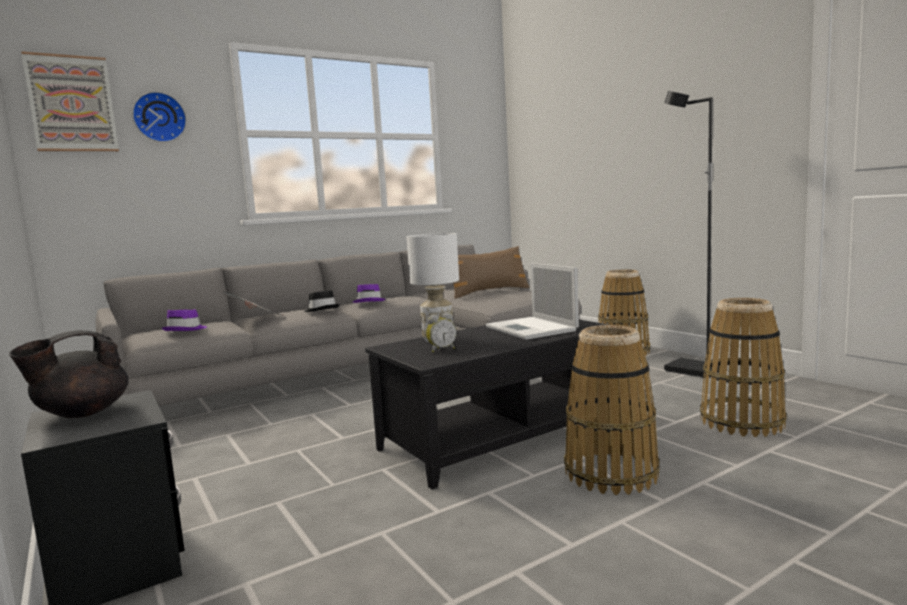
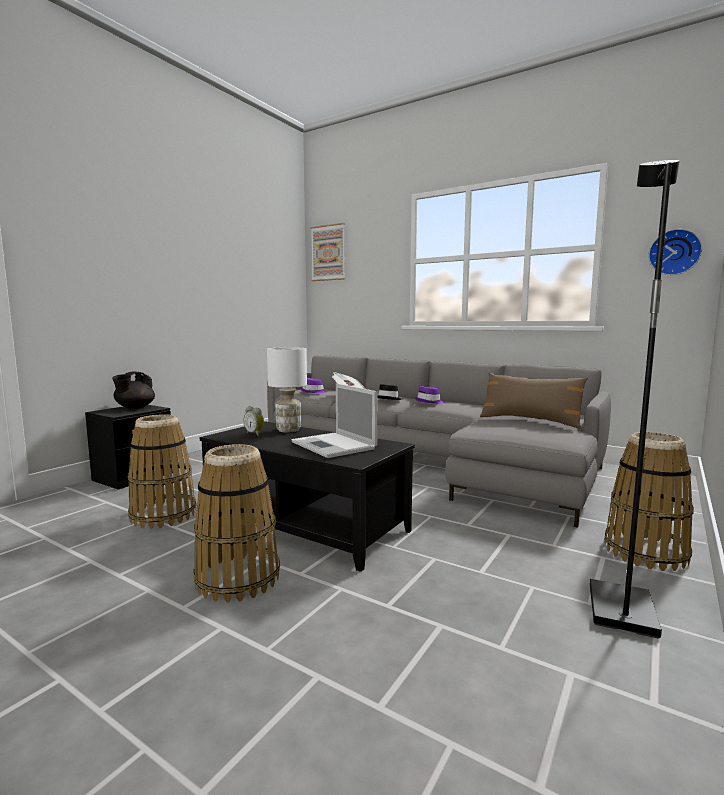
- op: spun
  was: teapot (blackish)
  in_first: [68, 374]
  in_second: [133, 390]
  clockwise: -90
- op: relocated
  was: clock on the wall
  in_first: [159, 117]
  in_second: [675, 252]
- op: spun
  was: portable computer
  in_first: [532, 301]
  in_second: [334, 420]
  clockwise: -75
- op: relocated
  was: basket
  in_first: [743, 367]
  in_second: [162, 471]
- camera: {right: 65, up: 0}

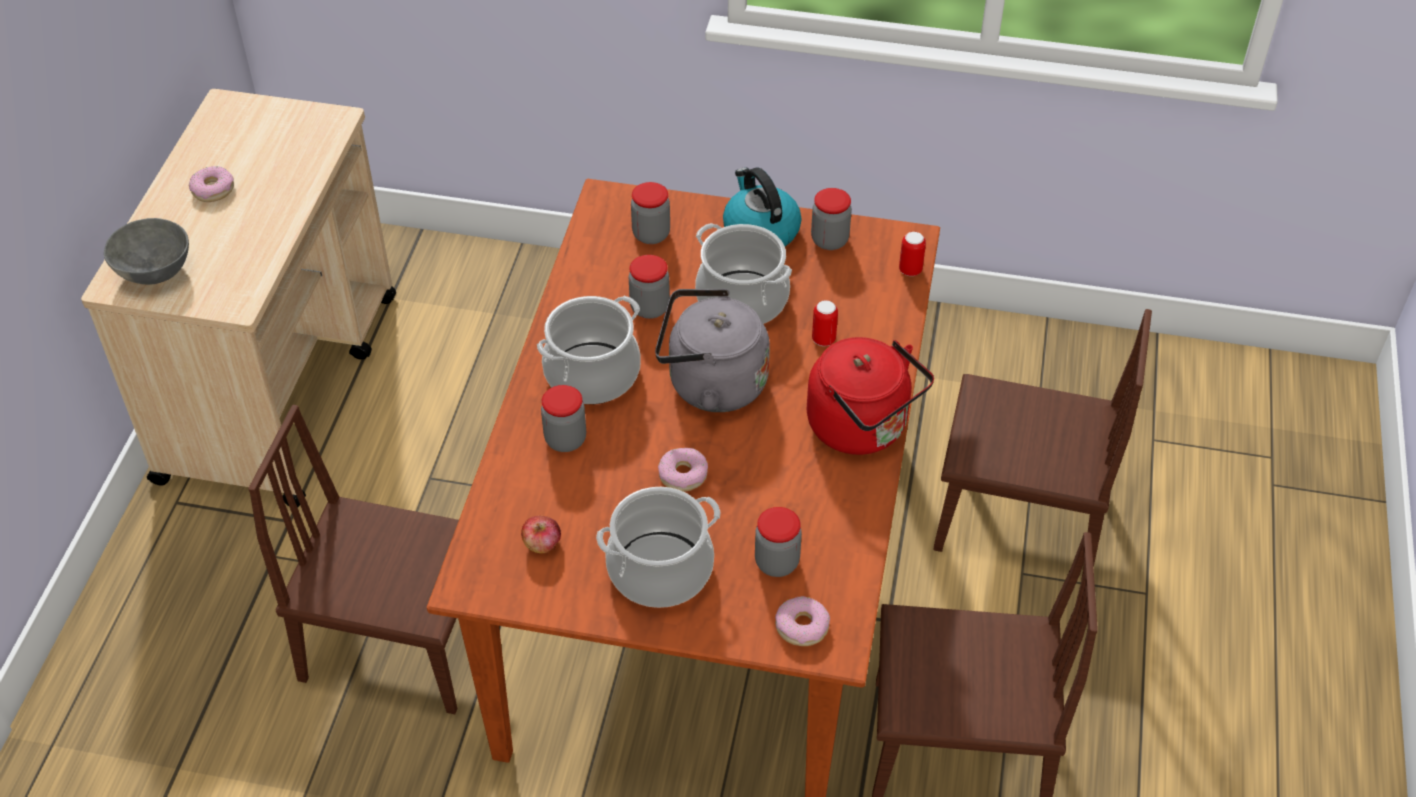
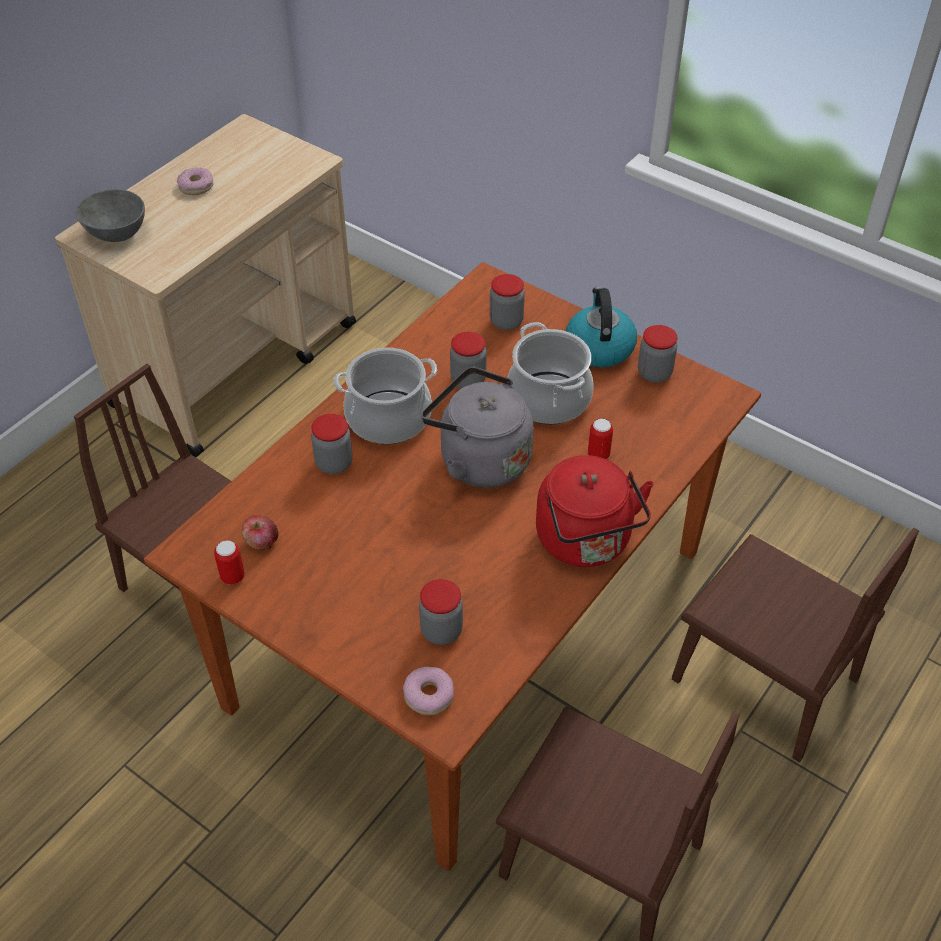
- op: missing
  was: cooking pot
  in_first: [658, 547]
- op: missing
  was: donut
  in_first: [683, 470]
- op: relocated
  was: sealed can
  in_first: [912, 254]
  in_second: [229, 562]
- camera: {right: 25, up: 0}

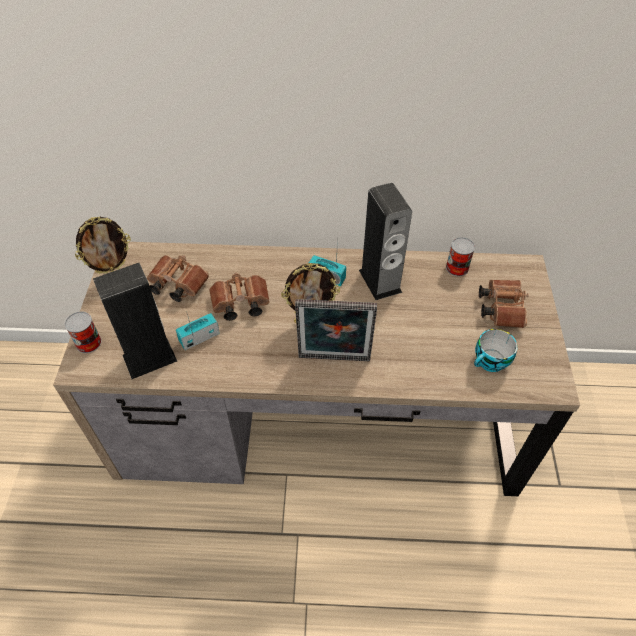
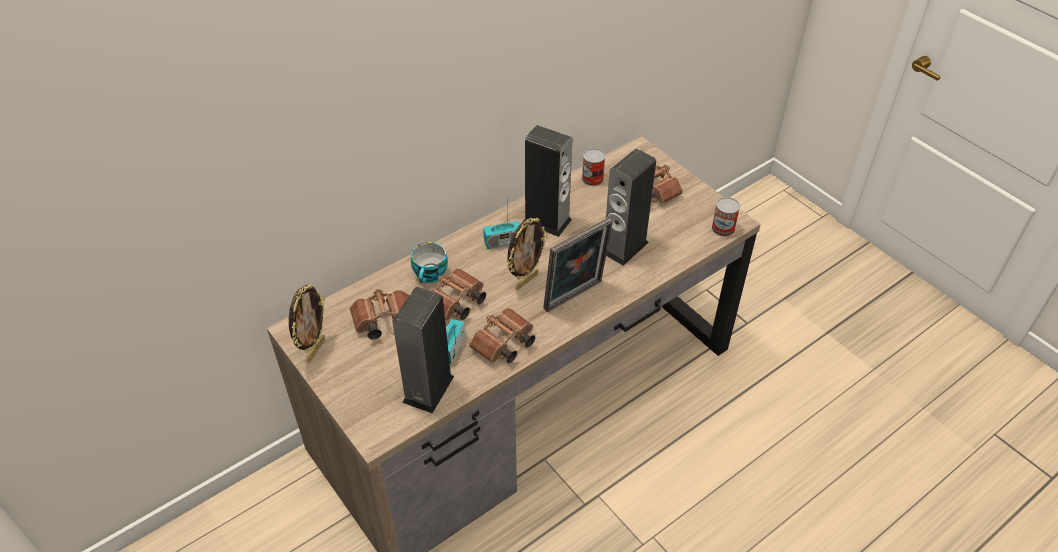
- op: relocated
  was: sealed can
  in_first: [83, 332]
  in_second: [726, 217]
- op: relocated
  was: drinking cup
  in_first: [496, 350]
  in_second: [429, 262]
- op: appeared
  now: pair of binoculars (brown)
  in_second: [502, 335]
- op: appeared
  now: audio speaker
  in_second: [631, 207]
- camera: {right: -40, up: -5}

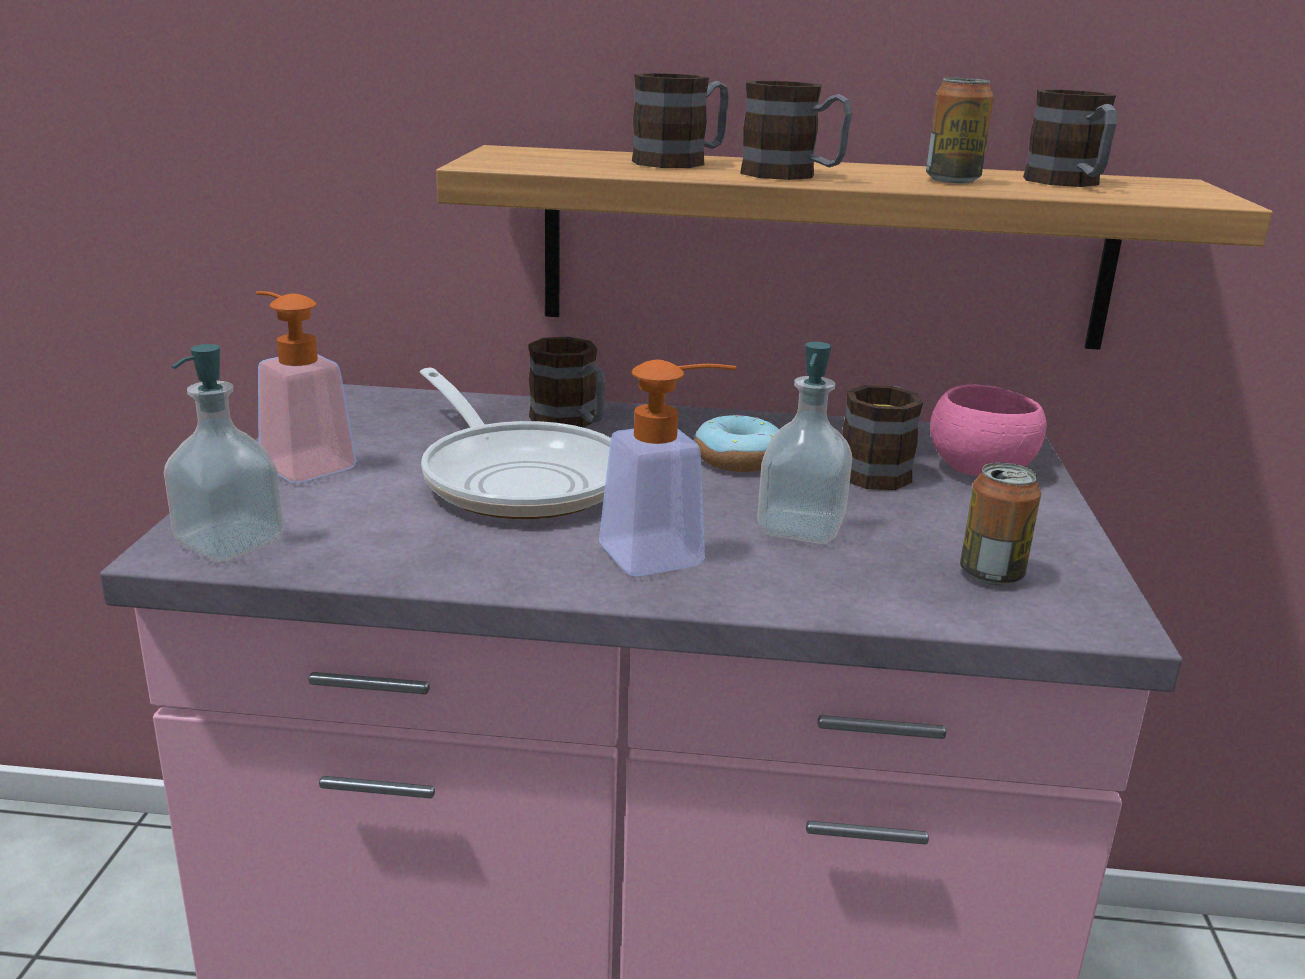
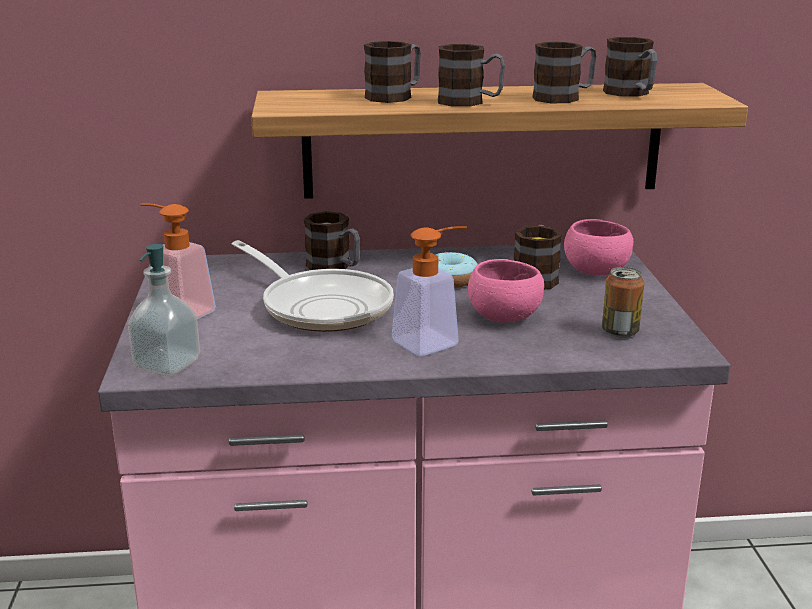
- op: exchanged
  was: soap bottle
  now: deep dish (pink-coloured)
  in_first: [804, 443]
  in_second: [506, 291]
- op: exchanged
  was: sealed can
  now: mug
  in_first: [960, 130]
  in_second: [564, 72]
- camera: {right: -10, up: 0}

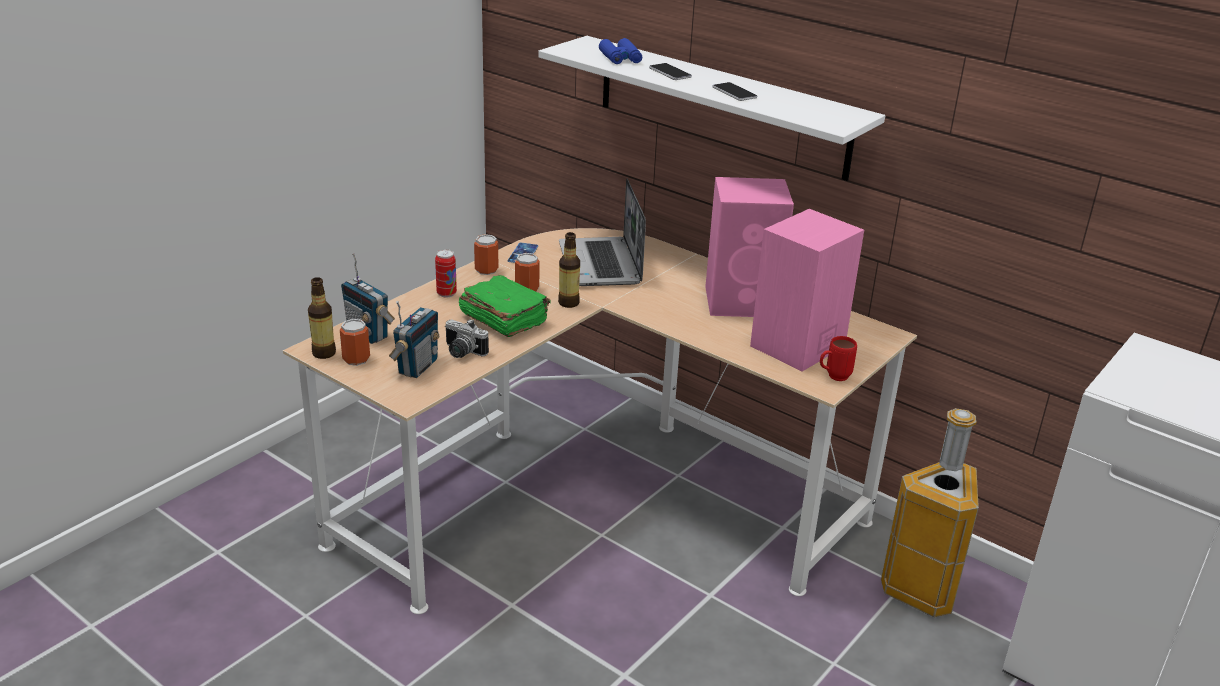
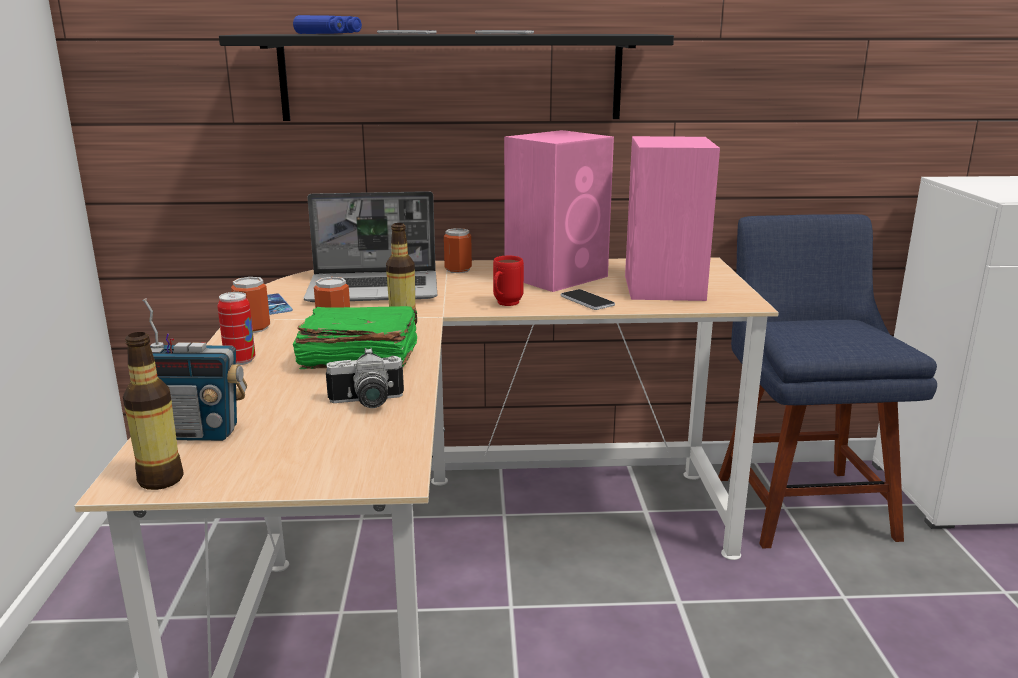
- op: relocated
  was: sealed can
  in_first: [355, 342]
  in_second: [458, 250]
- op: missing
  was: radio set
  in_first: [414, 339]
- op: colour
  was: wall shelf (whitish)
  now: wall shelf (blackish)
  in_first: [711, 108]
  in_second: [446, 77]
- op: spun
  was: portable computer
  in_first: [602, 232]
  in_second: [371, 246]
  clockwise: -45
- op: relocated
  was: mug (red)
  in_first: [838, 358]
  in_second: [508, 281]
- op: exchanged
  was: trash can
  now: upright chair (bluish)
  in_first: [930, 512]
  in_second: [827, 381]
- op: appeared
  now: telephone
  in_second: [588, 299]
- camera: {right: -40, up: -10}

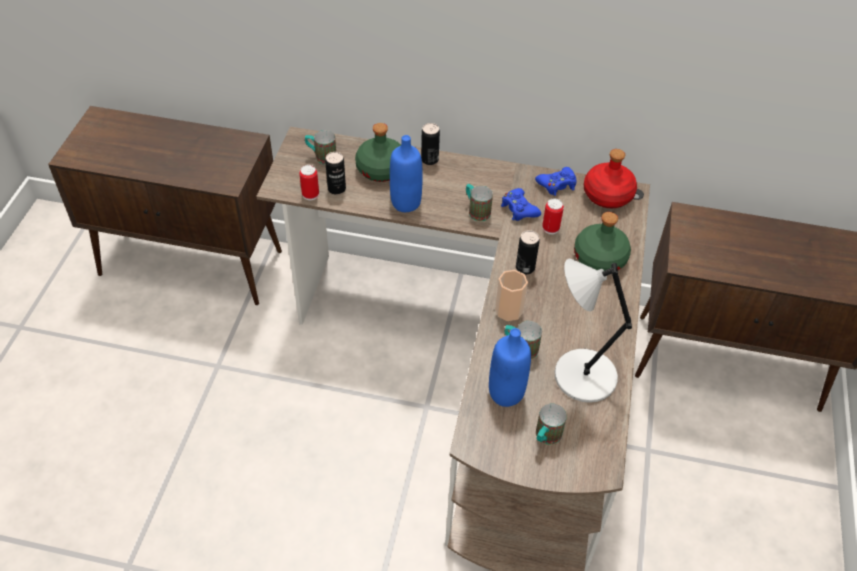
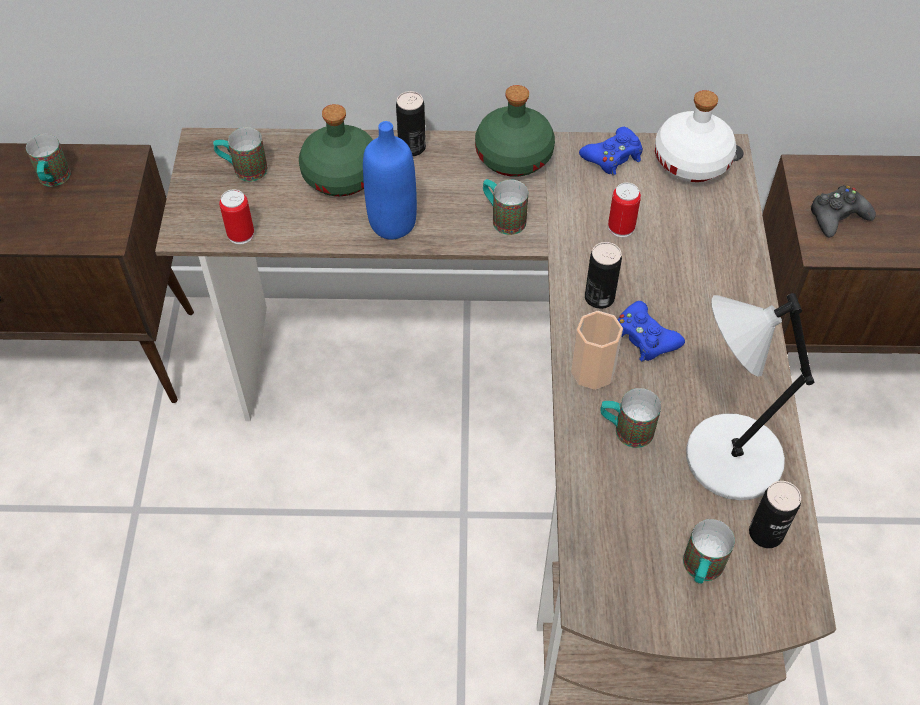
- op: relocated
  was: sealed can
  in_first: [335, 173]
  in_second: [775, 514]
- op: missing
  was: bottle (bluish)
  in_first: [510, 367]
- op: relocated
  was: joypad (bluish)
  in_first: [521, 204]
  in_second: [651, 331]
- op: relocated
  was: bottle (green-coloured)
  in_first: [602, 241]
  in_second: [515, 131]
- op: colour
  was: bottle (red)
  now: bottle (whitish)
  in_first: [610, 178]
  in_second: [695, 136]
- op: appeared
  now: mug
  in_second: [48, 160]
- op: appeared
  now: joypad (blackish)
  in_second: [843, 211]
- camera: {right: -10, up: 5}

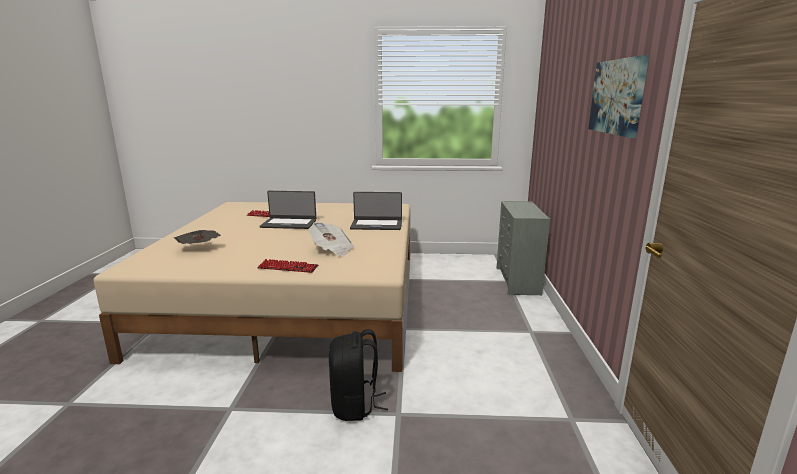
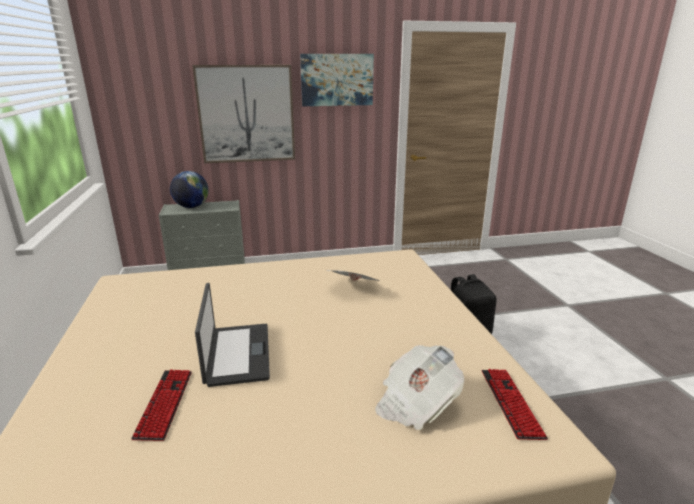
- op: relocated
  was: keyboard
  in_first: [287, 266]
  in_second: [515, 404]
- op: missing
  was: portable computer
  in_first: [376, 211]
- op: appeared
  now: world globe
  in_second: [189, 189]
- op: appeared
  now: wall picture
  in_second: [243, 114]
- camera: {right: -105, up: 5}

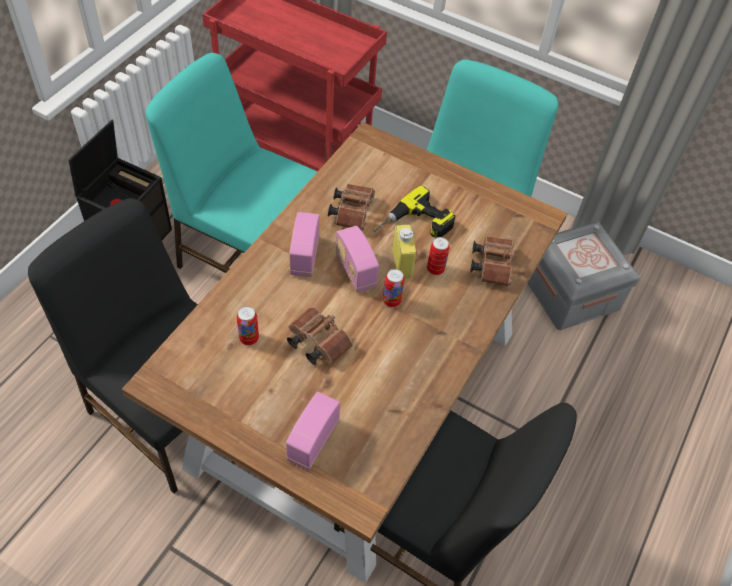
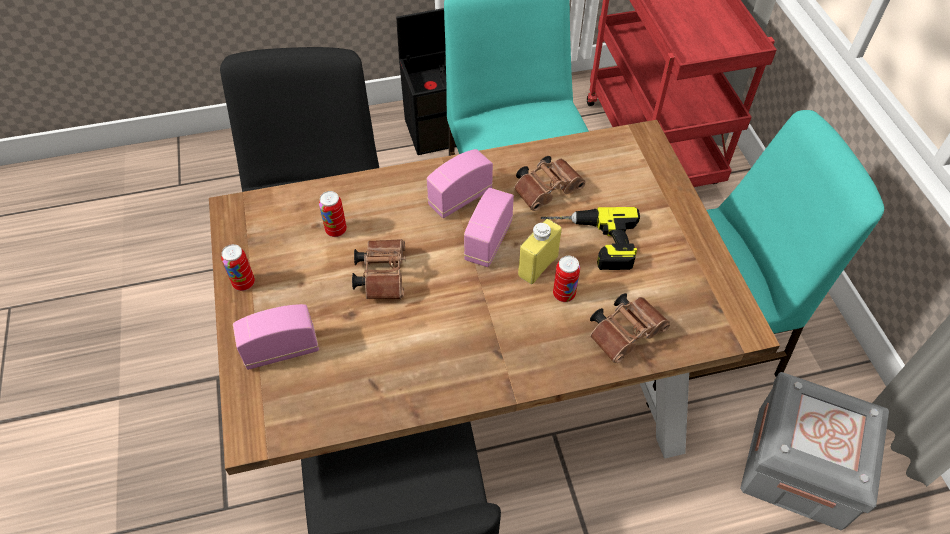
- op: relocated
  was: sealed can
  in_first: [394, 288]
  in_second: [238, 267]
- camera: {right: 50, up: 0}

